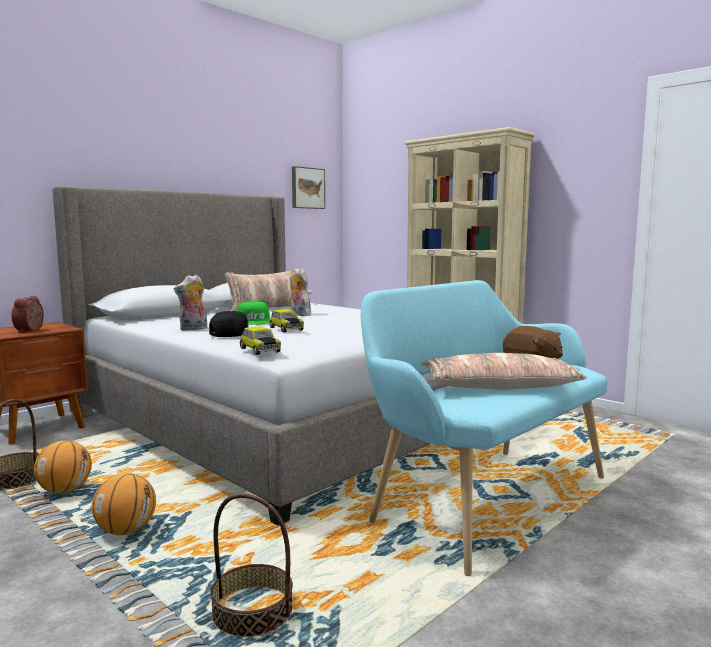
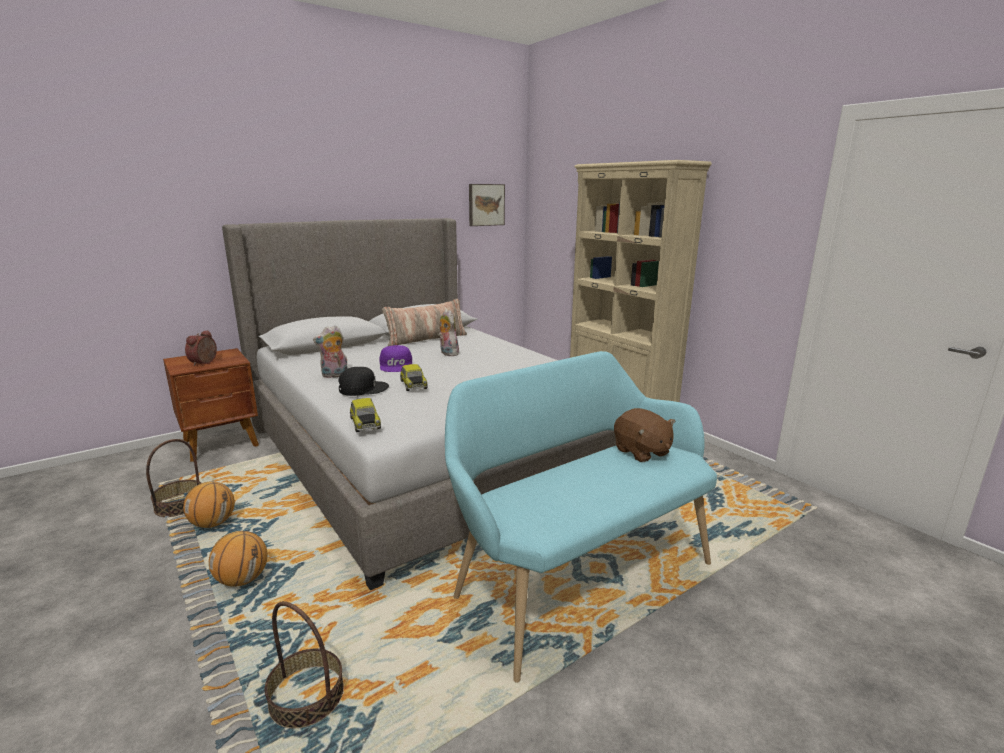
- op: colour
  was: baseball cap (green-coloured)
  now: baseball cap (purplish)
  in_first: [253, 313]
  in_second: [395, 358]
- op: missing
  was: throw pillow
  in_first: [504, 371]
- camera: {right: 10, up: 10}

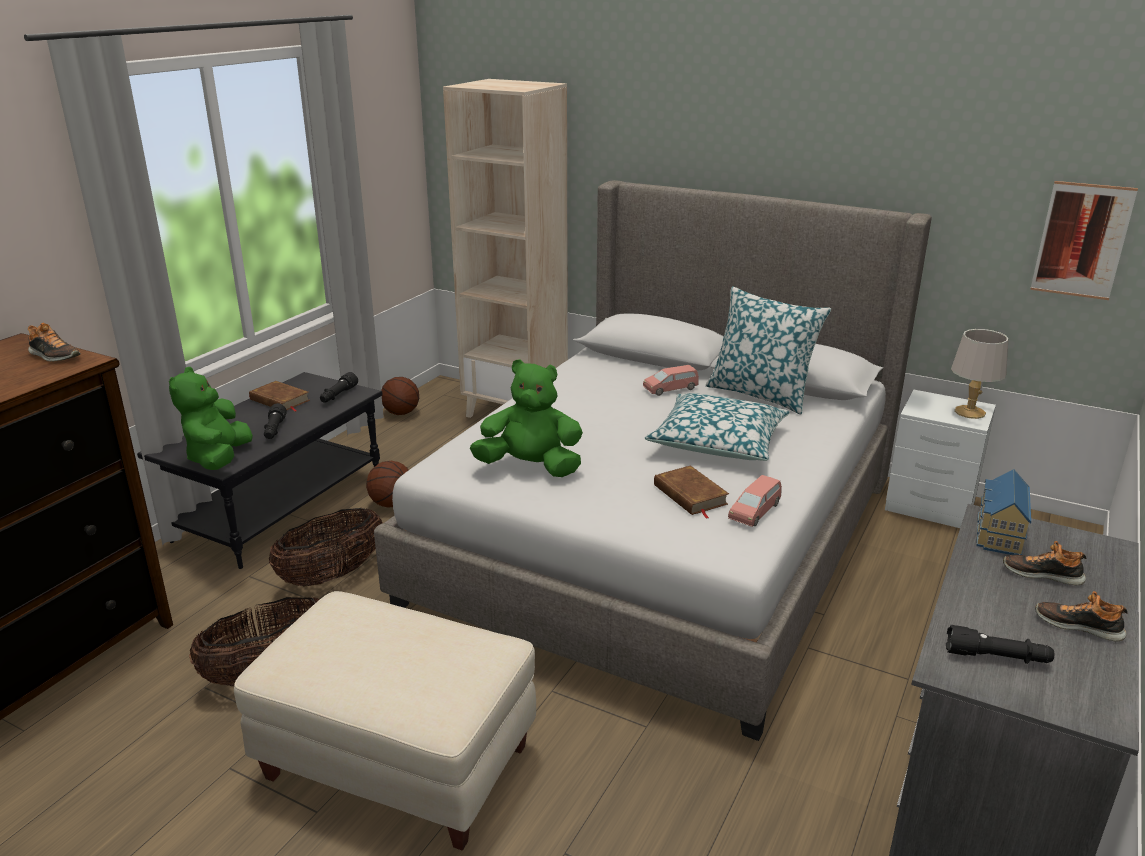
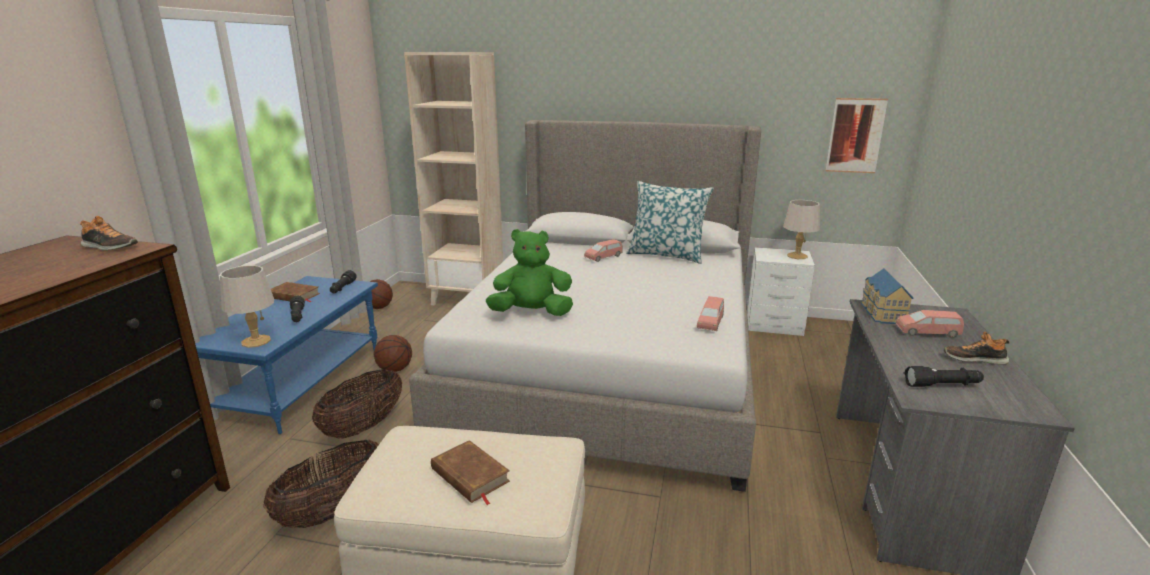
- op: colour
  was: low table (blackish)
  now: low table (bluish)
  in_first: [260, 470]
  in_second: [286, 355]
- op: exchanged
  was: cuddly toy (green-coloured)
  now: lamp for a table (grey)
  in_first: [211, 418]
  in_second: [247, 306]
- op: missing
  was: throw pillow
  in_first: [717, 427]
- op: relocated
  was: book (brown)
  in_first: [691, 492]
  in_second: [470, 472]
- op: exchanged
  was: low shoe
  now: miniature car (pink-coloured)
  in_first: [1044, 563]
  in_second: [930, 324]
- camera: {right: -15, up: -5}

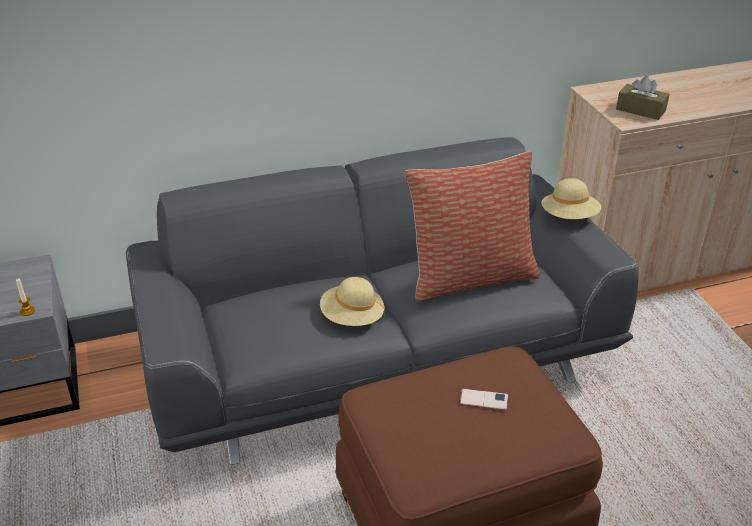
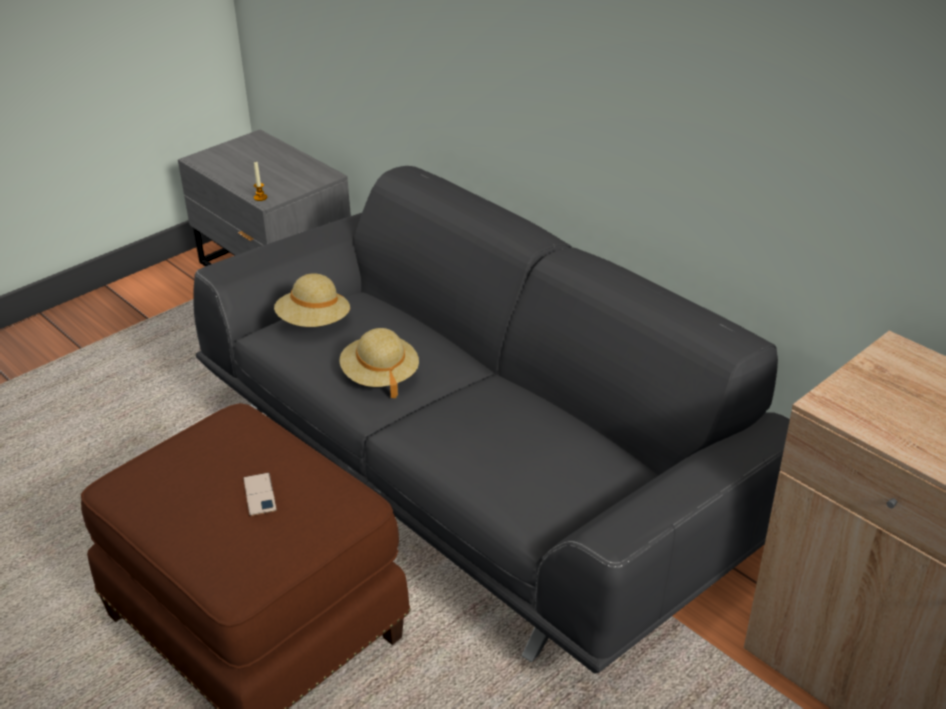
- op: missing
  was: throw pillow
  in_first: [472, 226]
- op: relocated
  was: wearable hat (beige-coloured)
  in_first: [571, 198]
  in_second: [312, 300]
- op: missing
  was: tissue holder (brown)
  in_first: [643, 98]
- camera: {right: 65, up: 0}

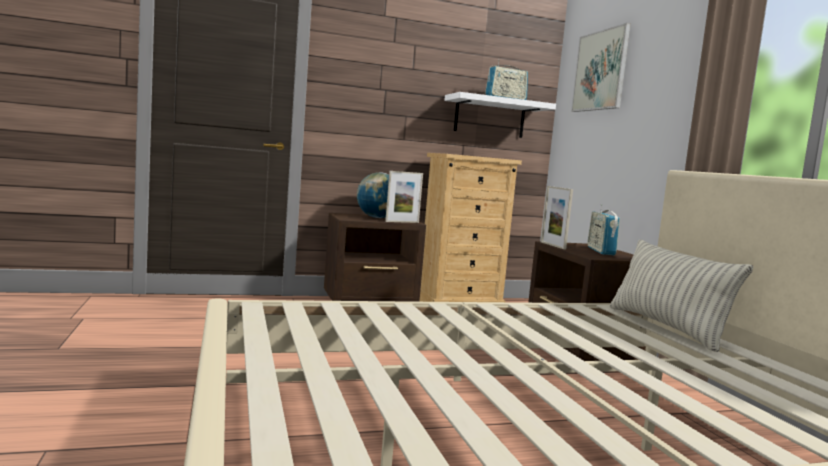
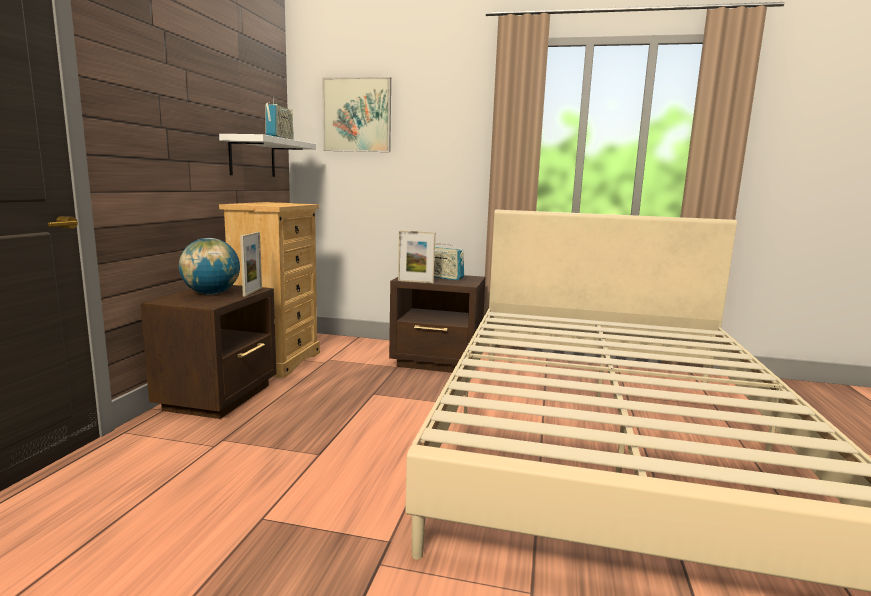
- op: missing
  was: throw pillow
  in_first: [681, 295]
- camera: {right: -60, up: 5}

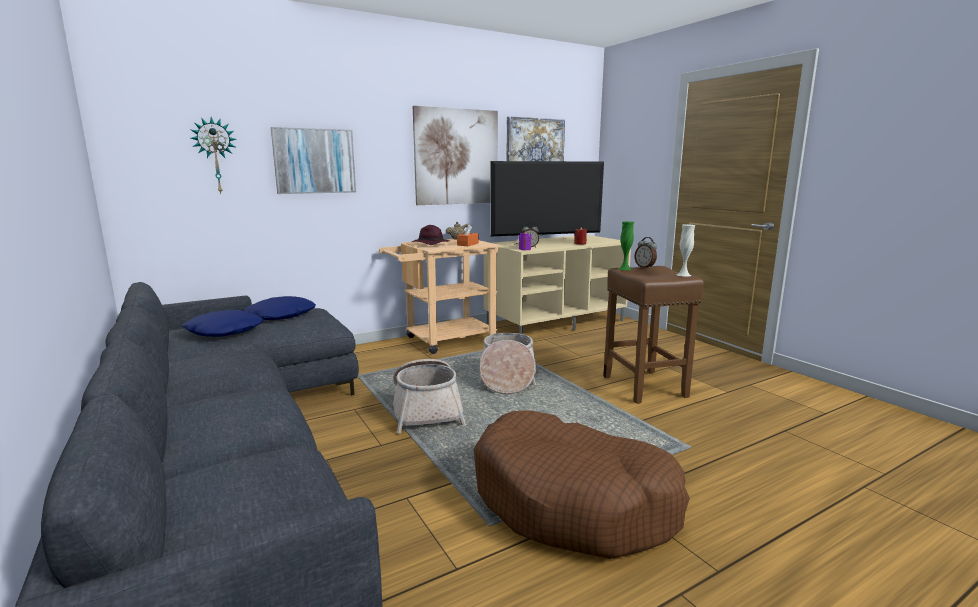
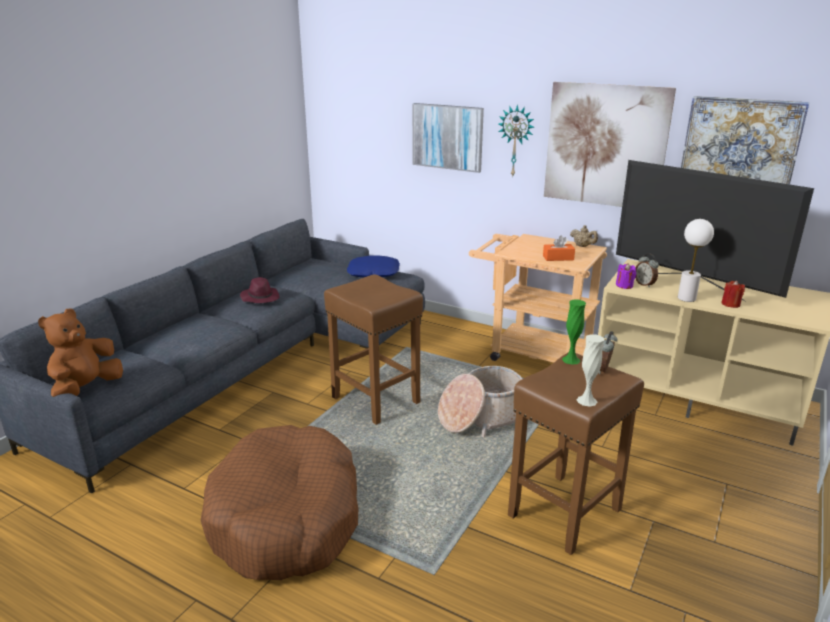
- op: missing
  was: throw pillow (bluish)
  in_first: [222, 323]
- op: relocated
  was: clock on the wall
  in_first: [213, 155]
  in_second: [516, 141]
- op: exchanged
  was: basket
  now: sitting stool (brown)
  in_first: [429, 396]
  in_second: [373, 349]
- op: relocated
  was: wearable hat (purplish)
  in_first: [430, 235]
  in_second: [260, 290]
- op: appeared
  now: cuddly toy (brown)
  in_second: [80, 352]
- op: appeared
  now: lamp for a table (whitish)
  in_second: [696, 260]
- camera: {right: 60, up: 10}

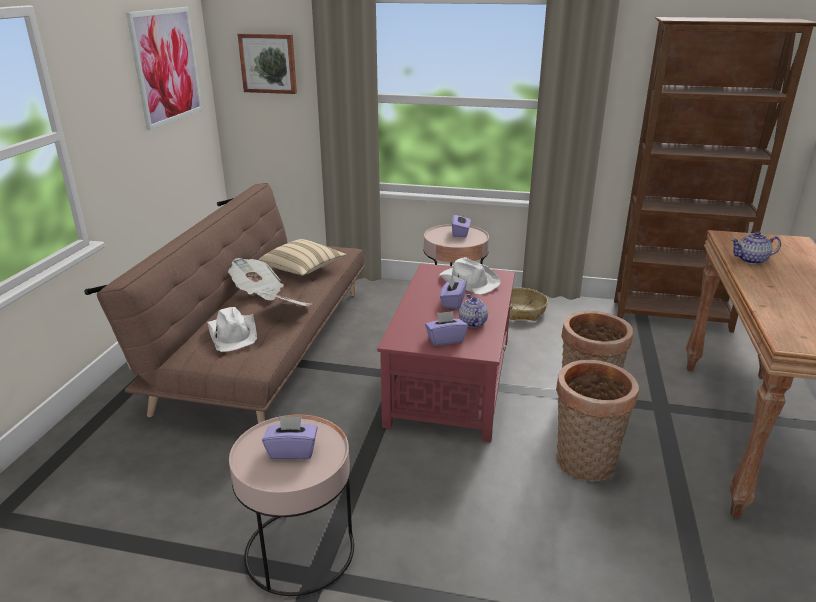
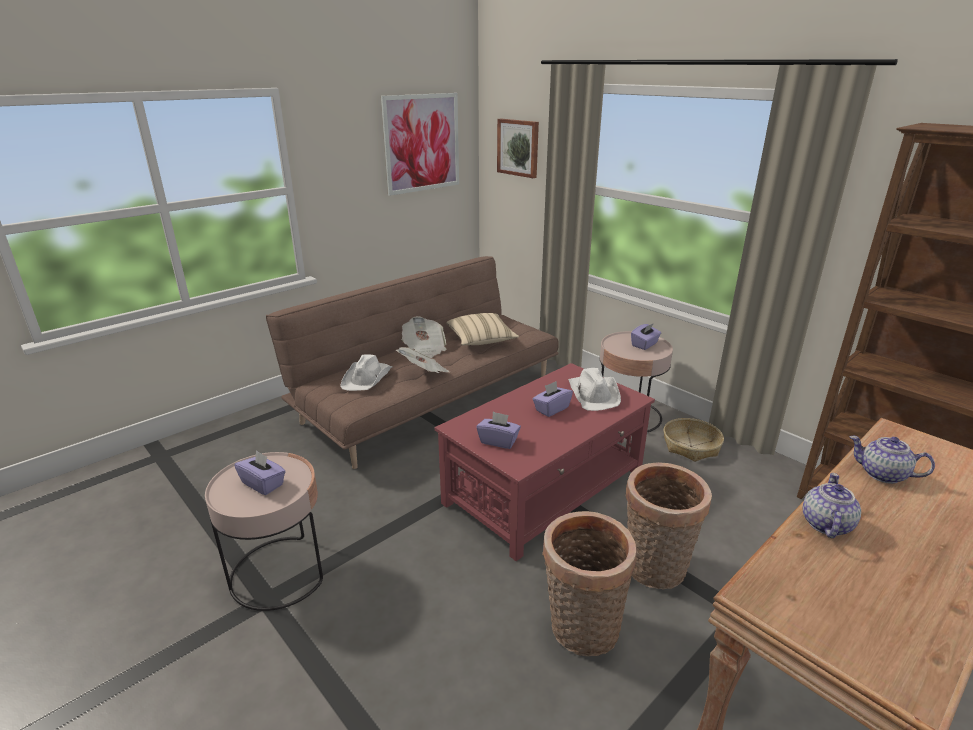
- op: relocated
  was: teapot
  in_first: [473, 311]
  in_second: [832, 505]
- camera: {right: 35, up: 0}

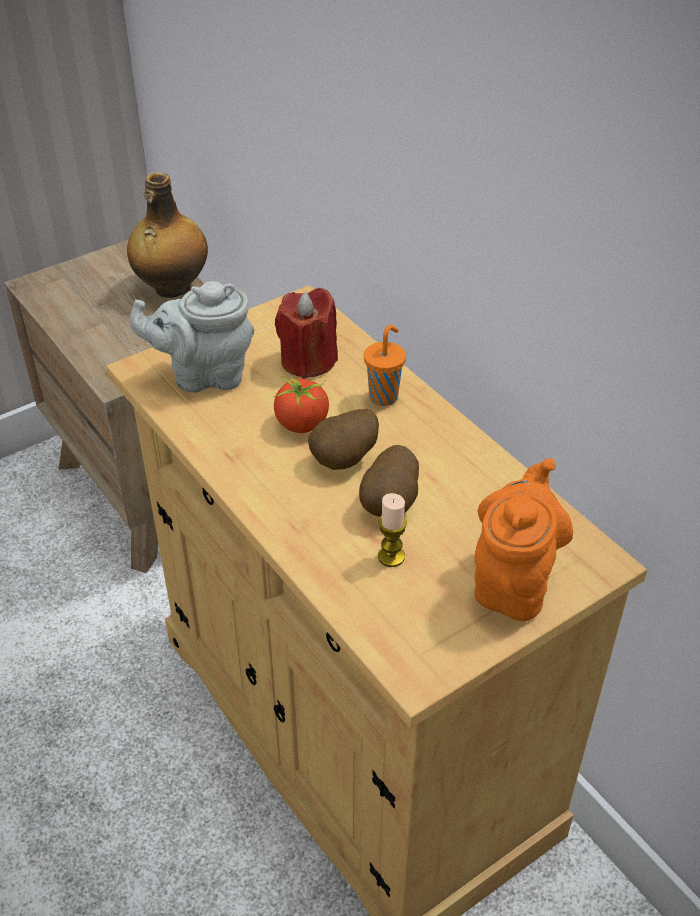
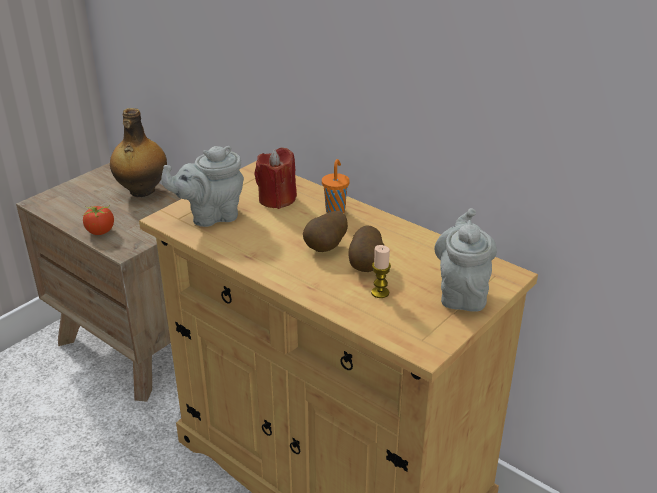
- op: relocated
  was: whole tomato
  in_first: [301, 404]
  in_second: [98, 220]
- op: colour
  was: teapot (orange)
  now: teapot (grey)
  in_first: [523, 539]
  in_second: [465, 260]
- camera: {right: -15, up: -10}

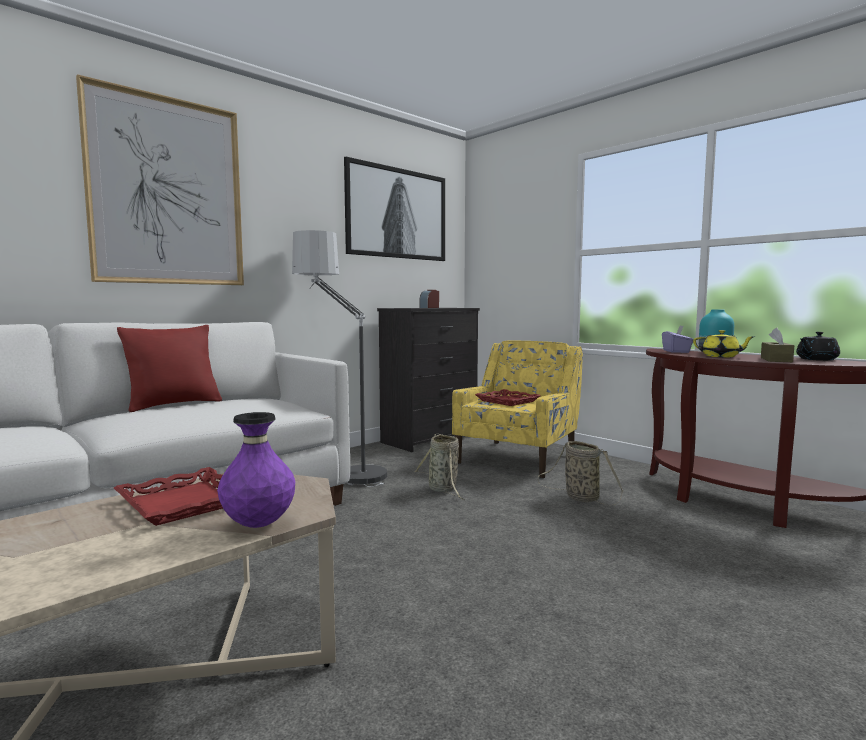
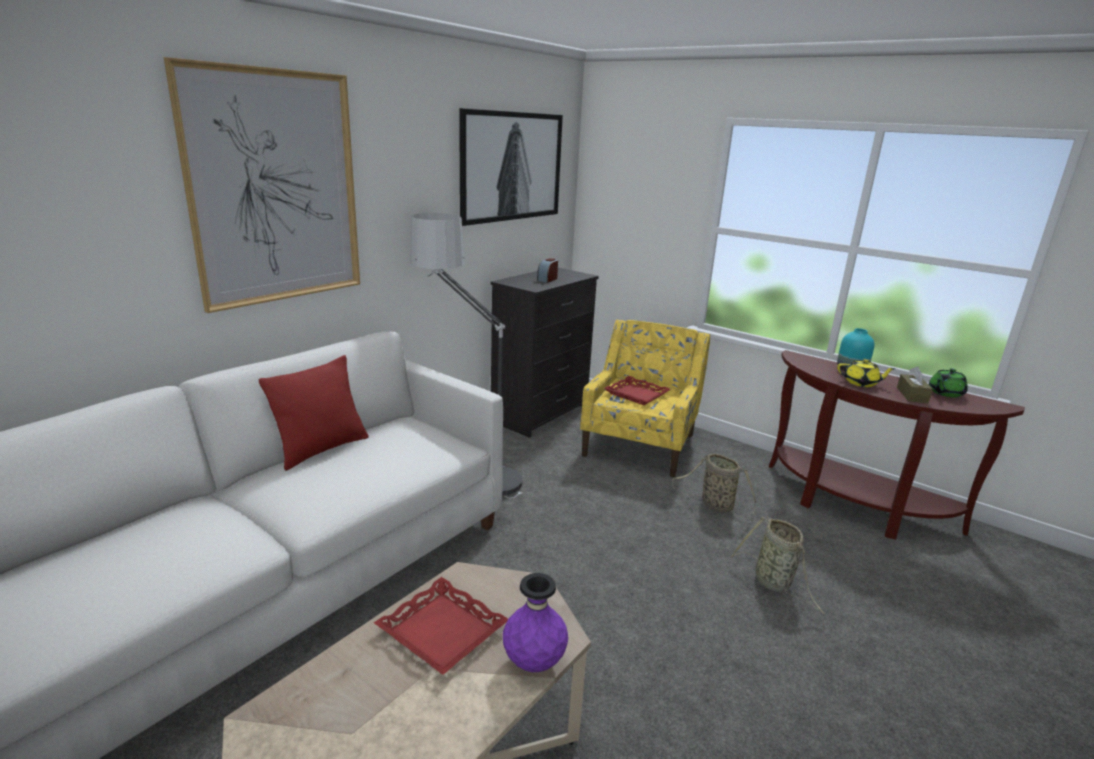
- op: relocated
  was: basket
  in_first: [439, 466]
  in_second: [778, 565]
- op: missing
  was: tissue holder (purplish)
  in_first: [678, 339]
- op: colour
  was: teapot (blackish)
  now: teapot (green-coloured)
  in_first: [818, 346]
  in_second: [948, 383]
- camera: {right: -10, up: 15}

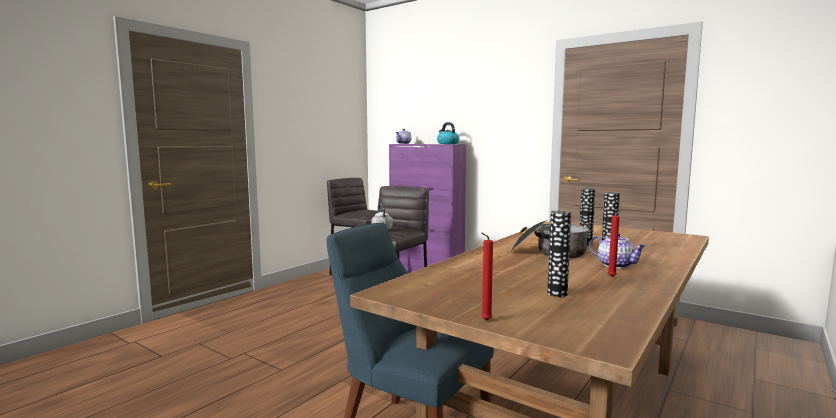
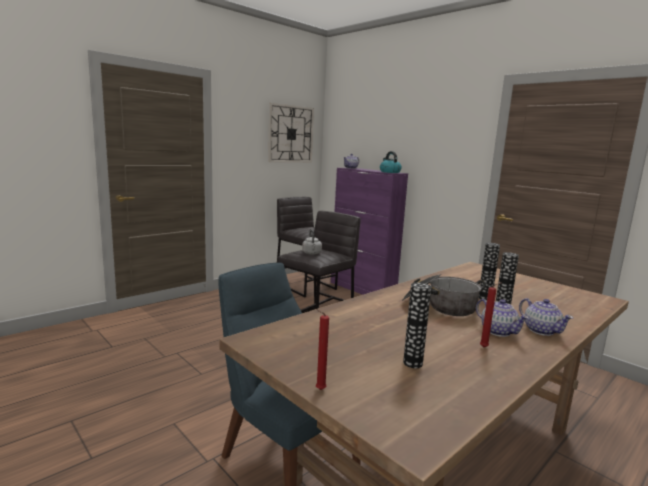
- op: appeared
  now: clock on the wall
  in_second: [291, 132]
- op: appeared
  now: teapot
  in_second: [546, 317]
- camera: {right: 10, up: 5}

